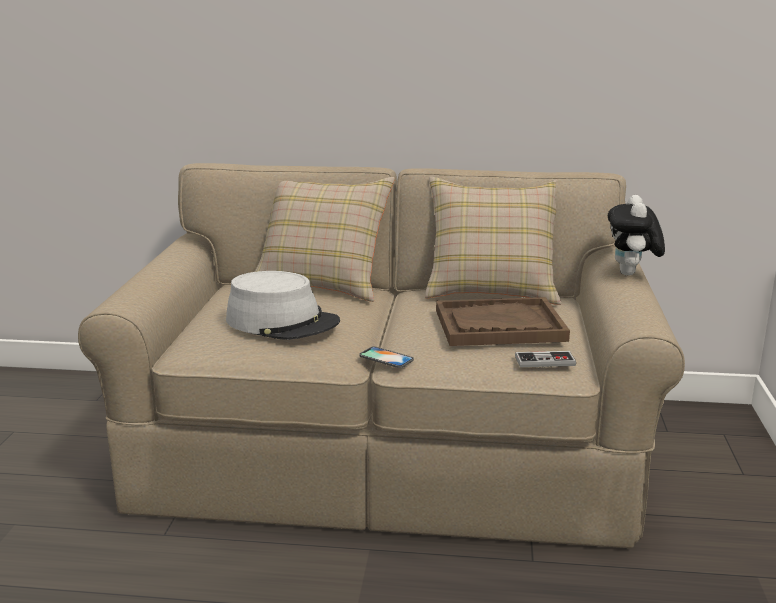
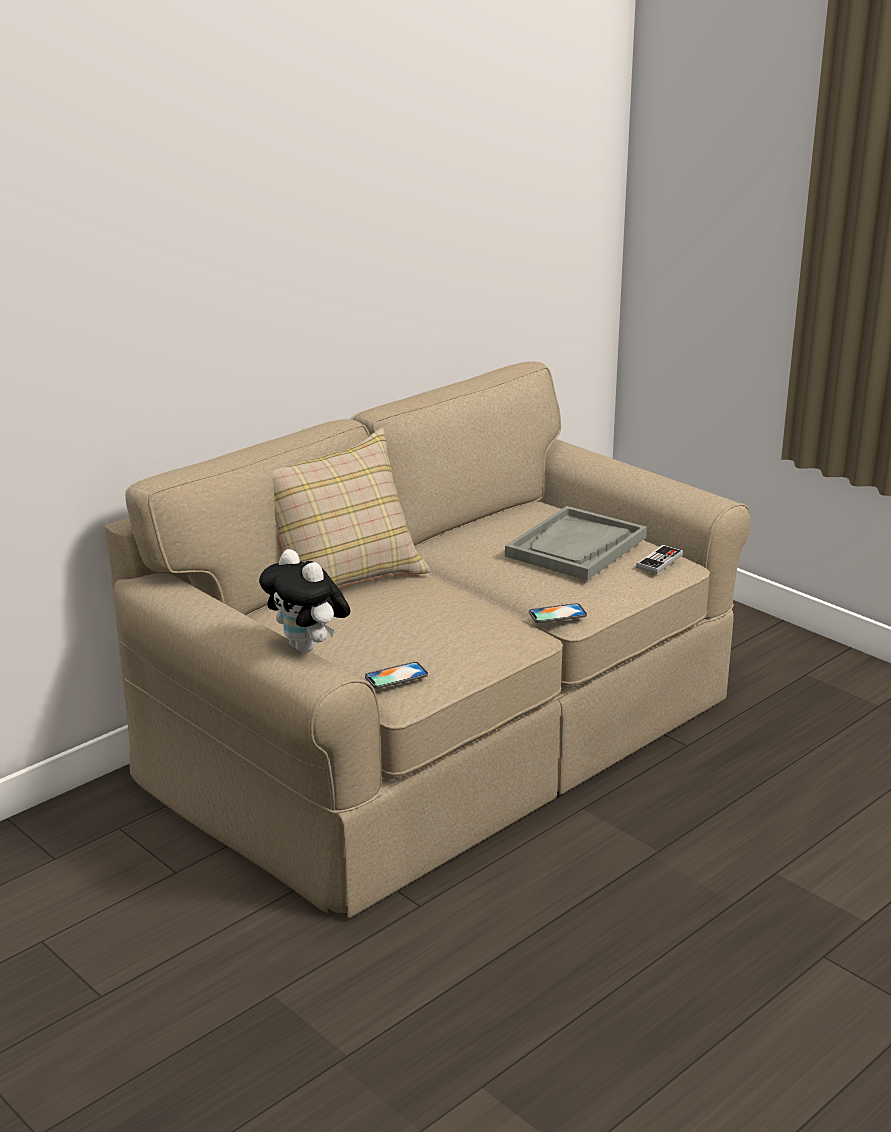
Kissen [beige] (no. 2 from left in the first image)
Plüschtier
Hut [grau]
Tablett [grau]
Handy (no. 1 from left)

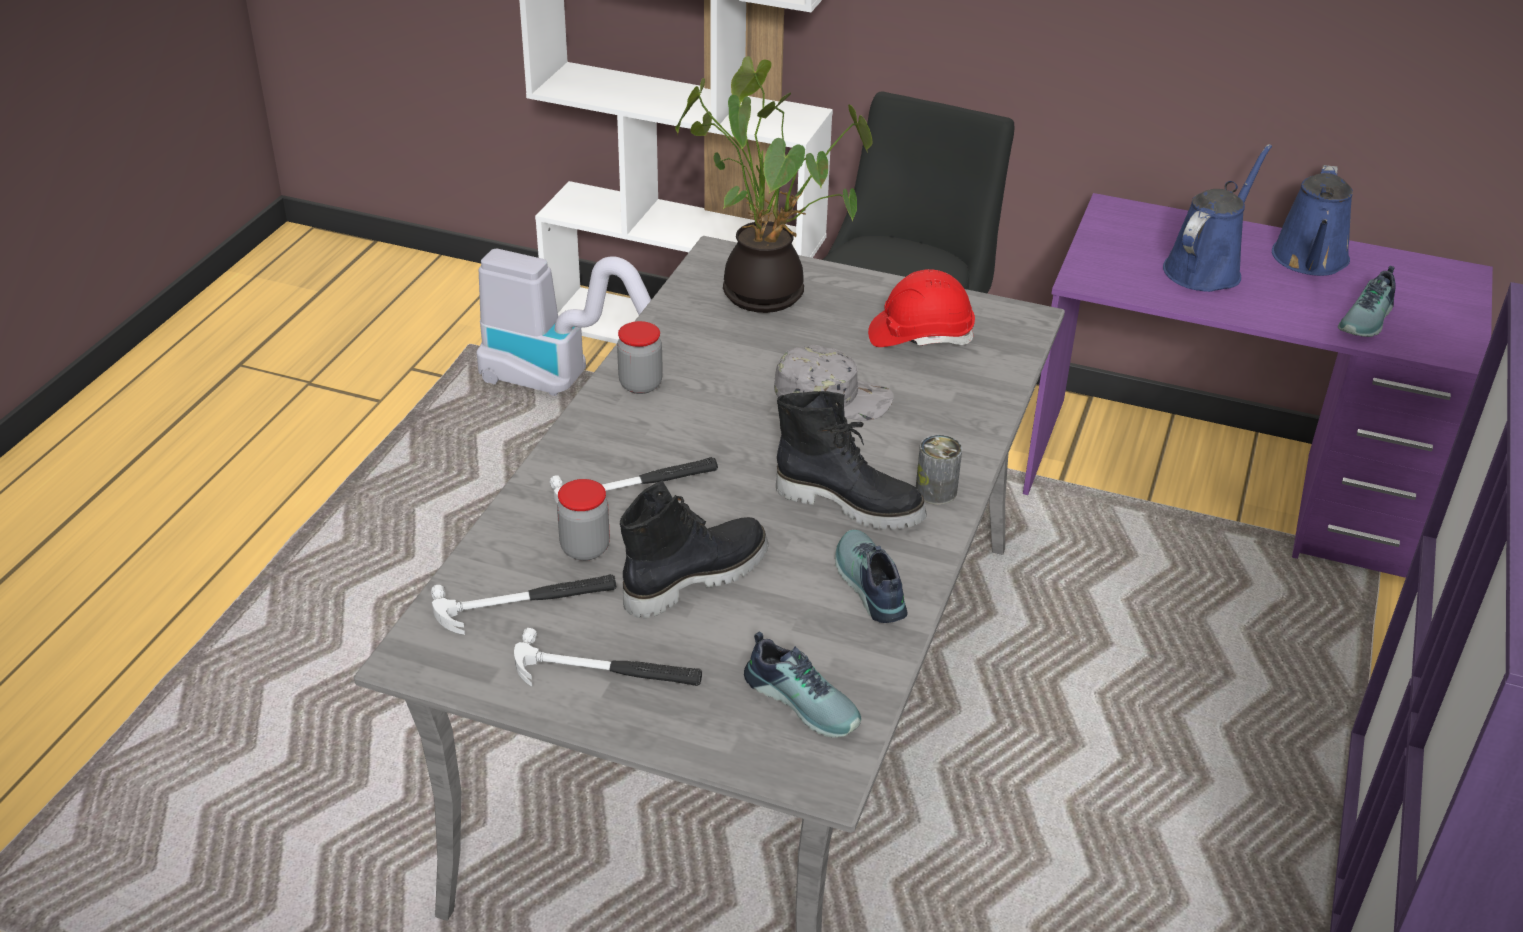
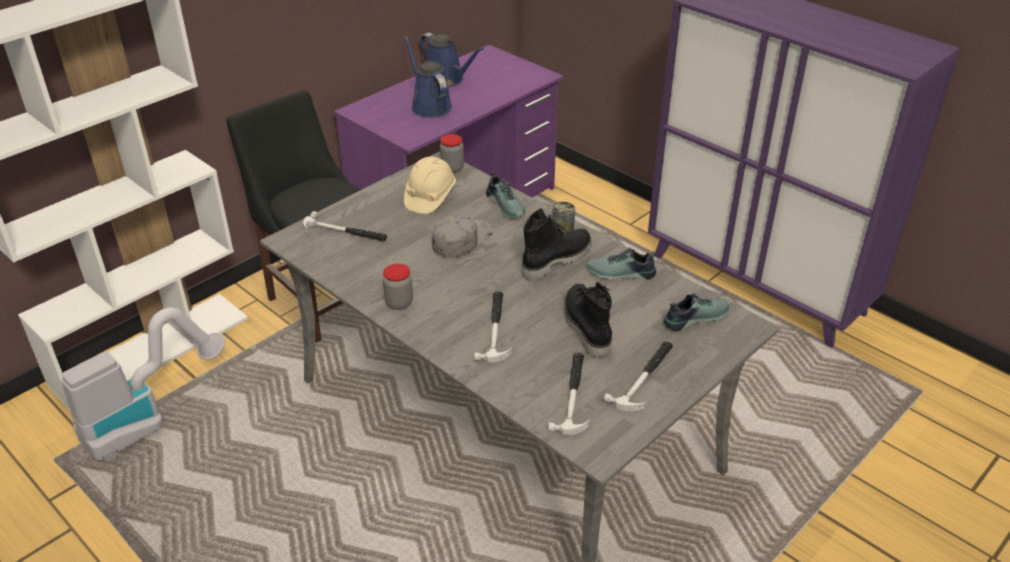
Hammer (no. 1 from left)
Schuh (no. 1 from left)
Schutzhelm [beige]
Vorratsglas (no. 2 from left)

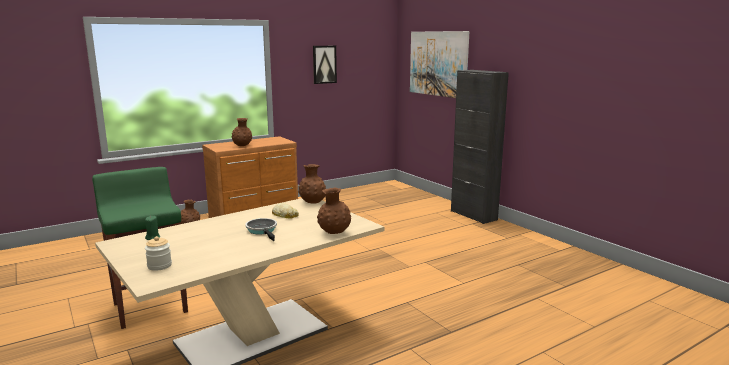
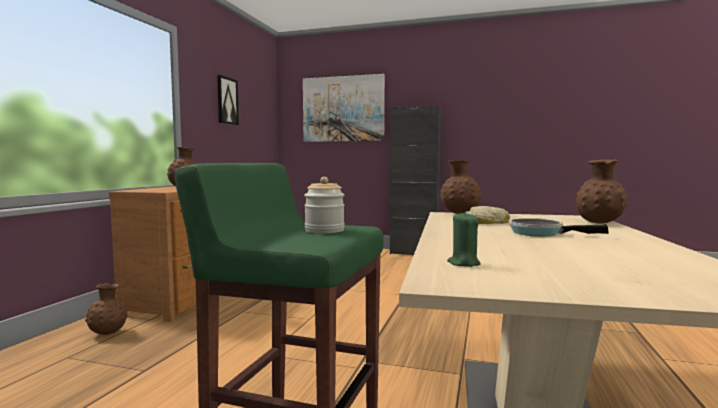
Vorratsglas

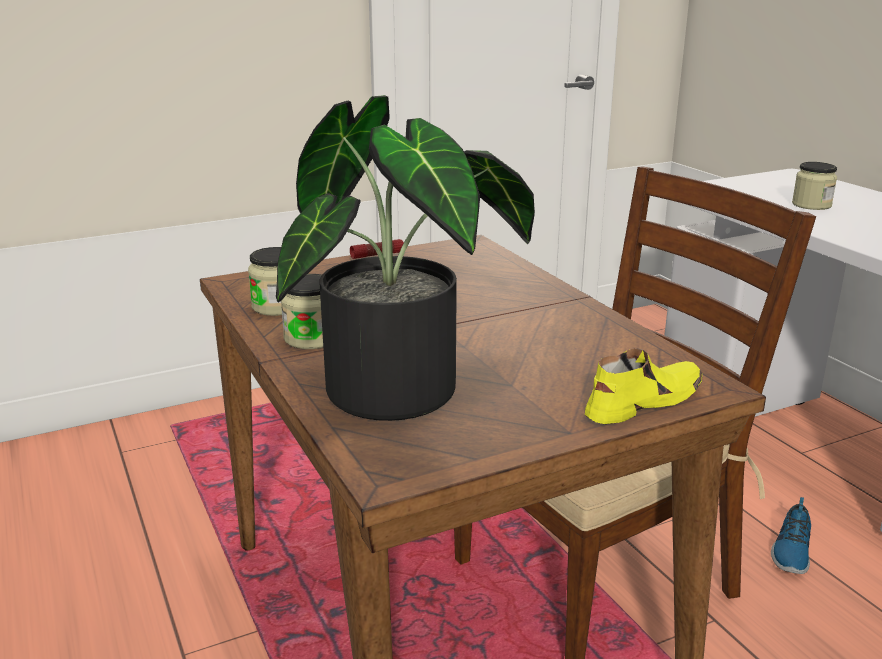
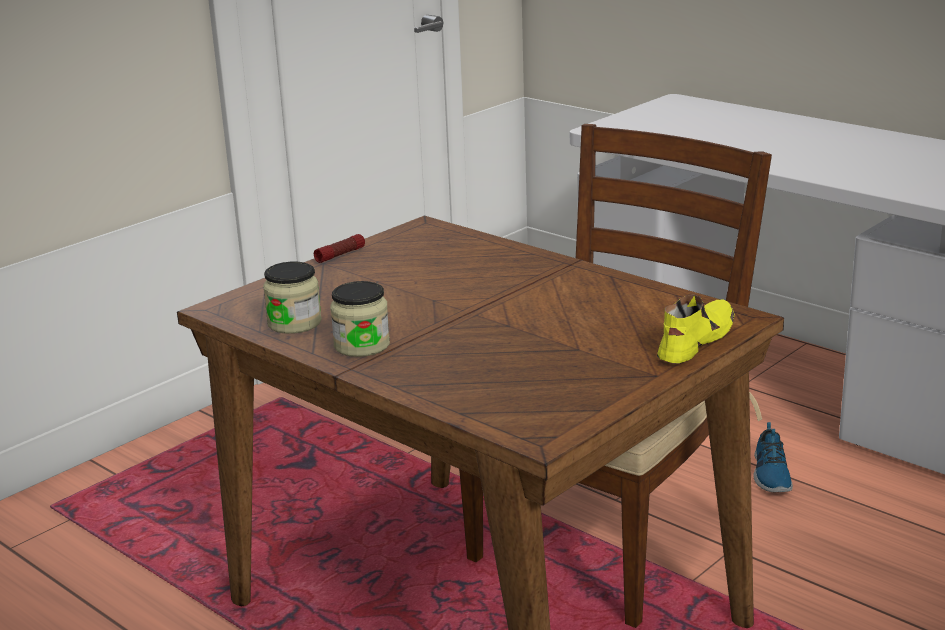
Topfpflanze
Vorratsglas (no. 3 from left in the first image)

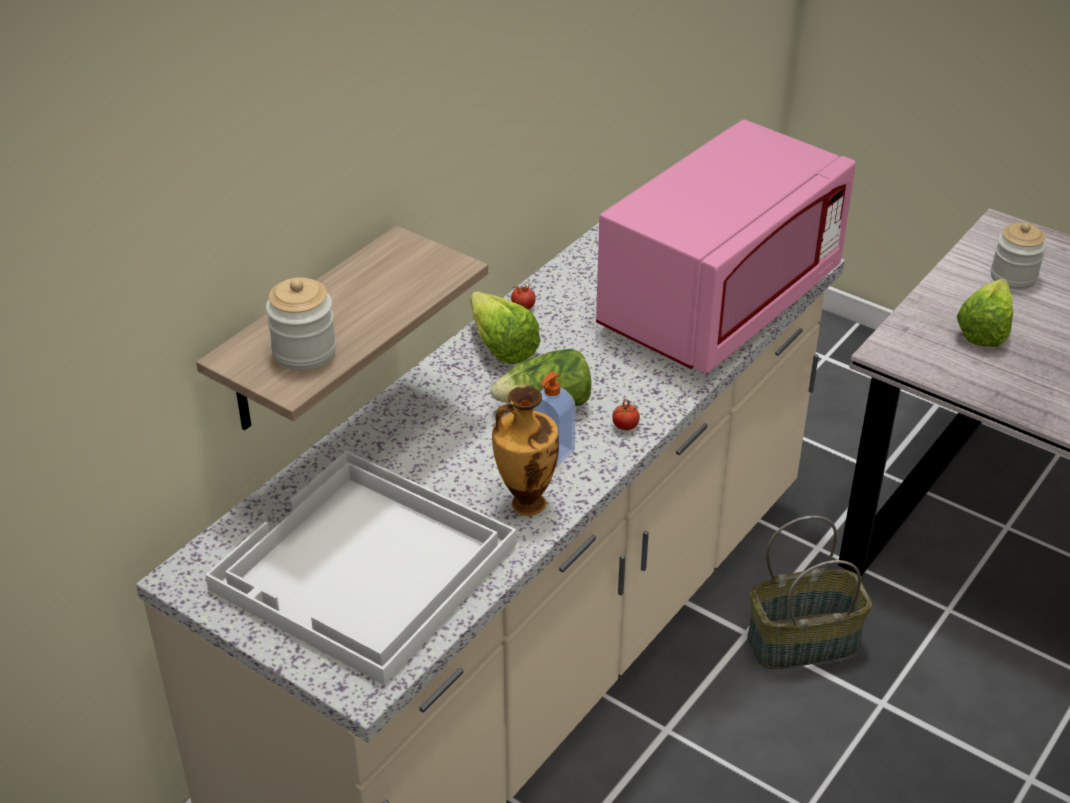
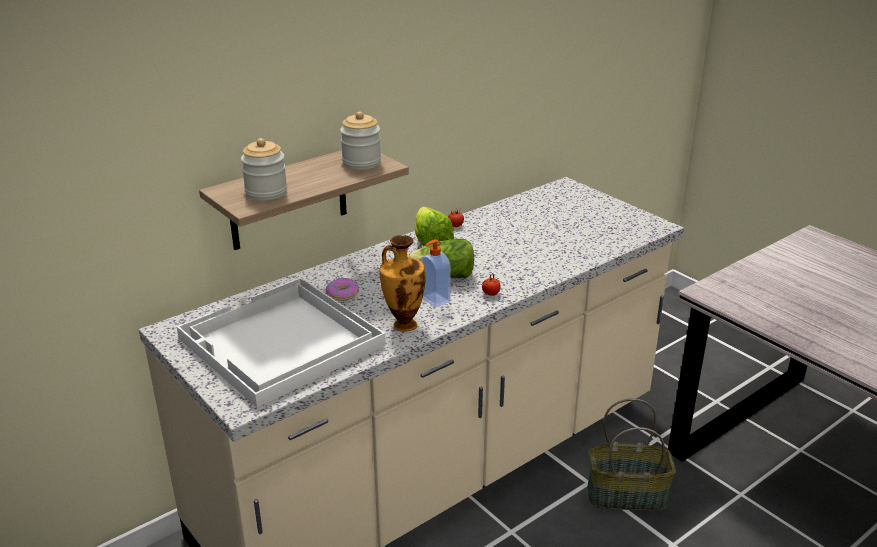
Mikrowelle [rosa]
Vorratsglas (no. 2 from left)
Salatkopf (no. 3 from left in the first image)
Donut

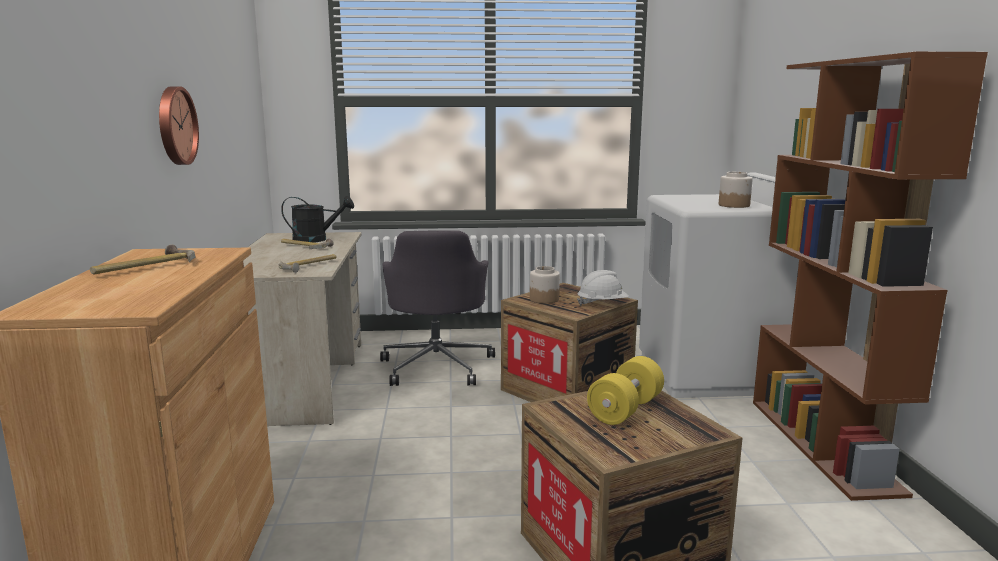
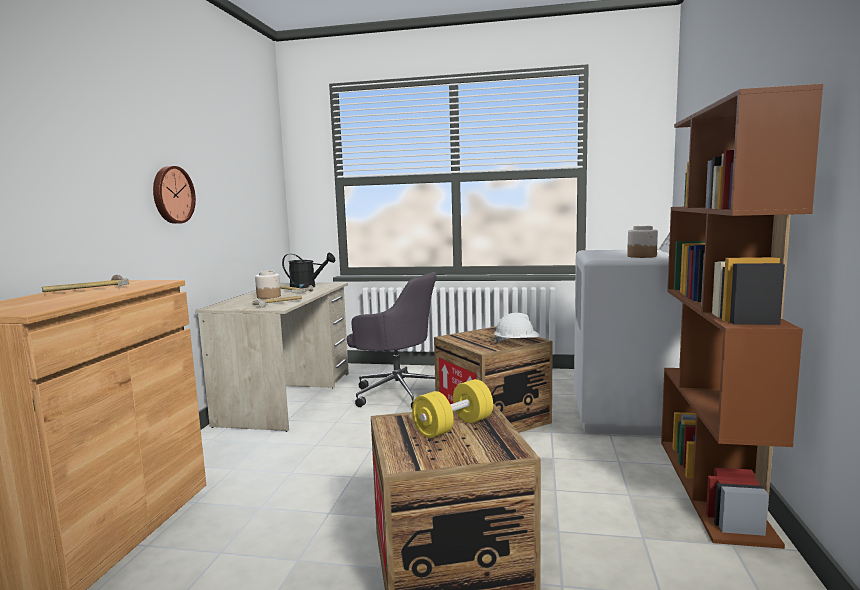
Bürostuhl [grau]
Vorratsglas (no. 1 from left)

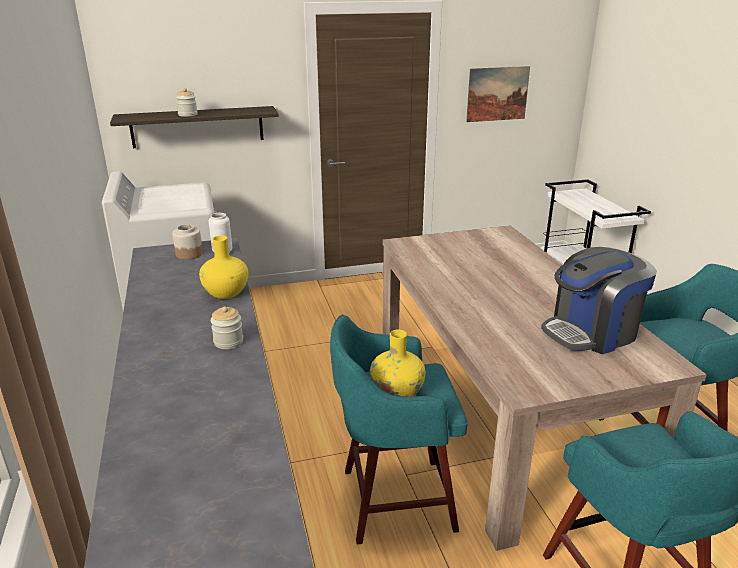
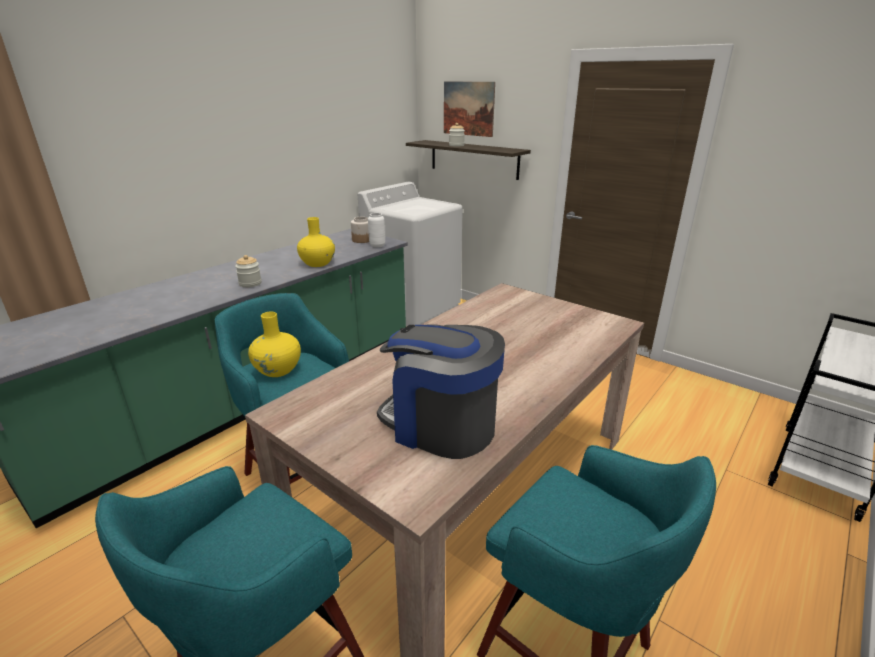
Bild

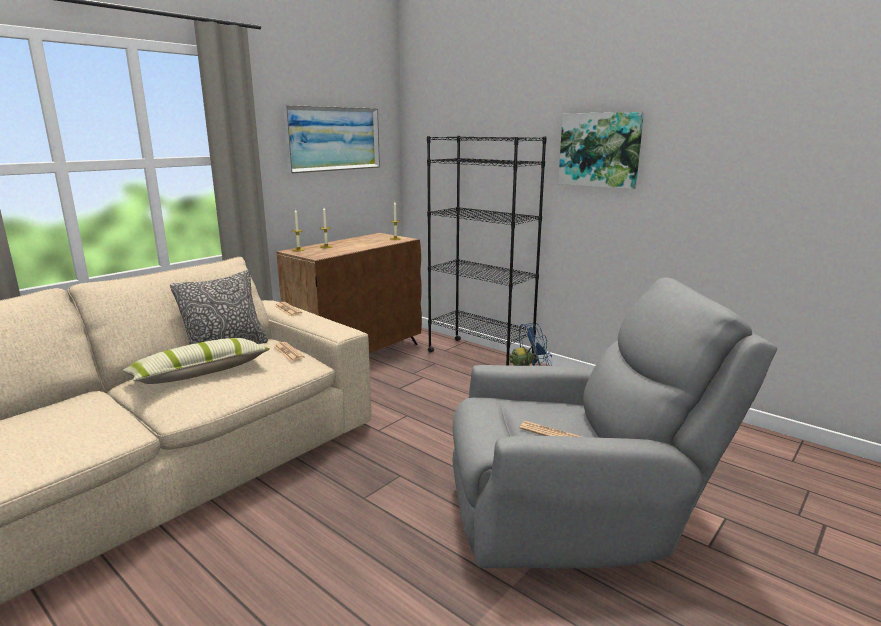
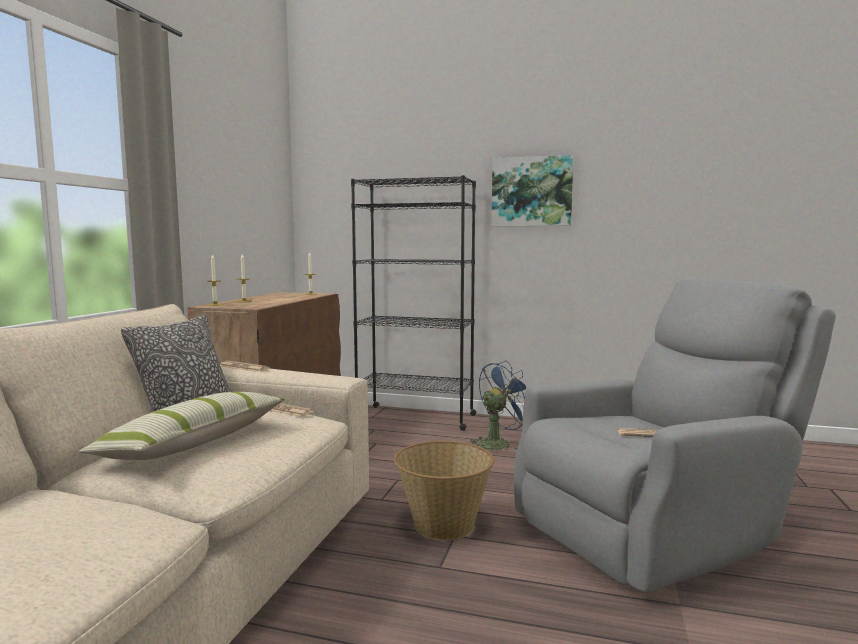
Bild (no. 1 from left in the first image)
Korb

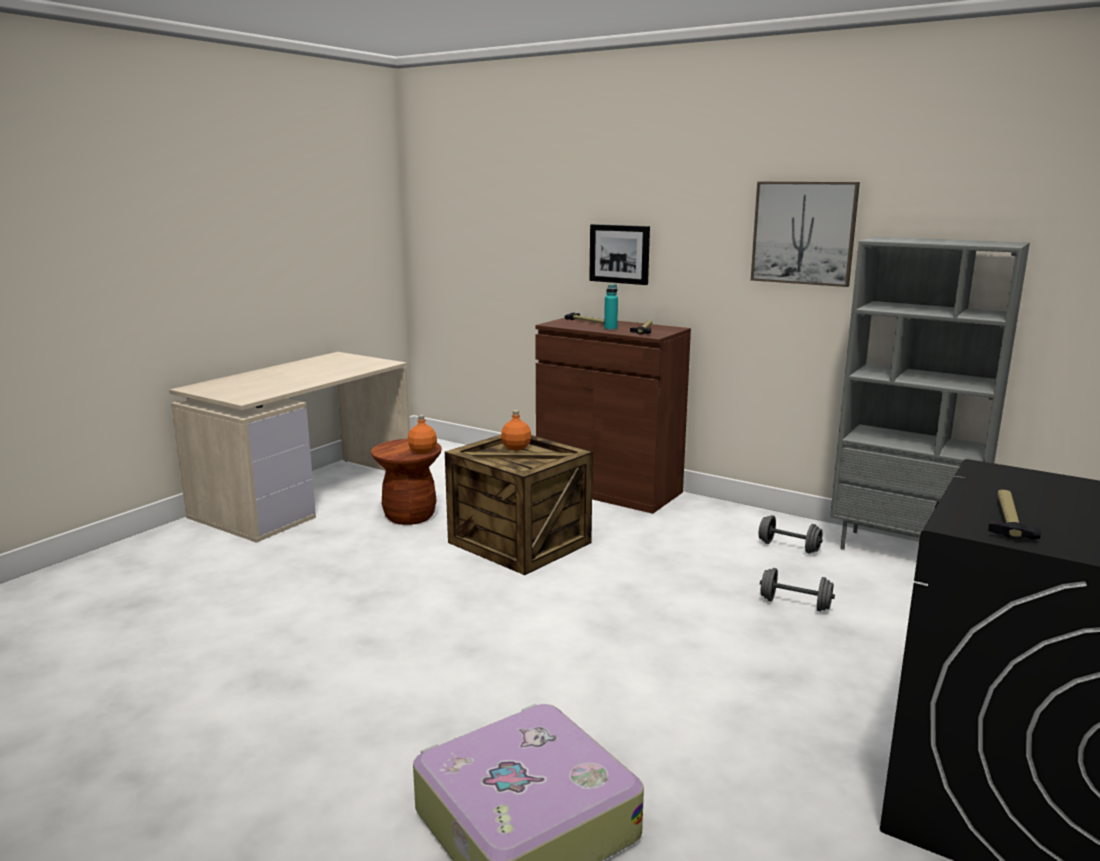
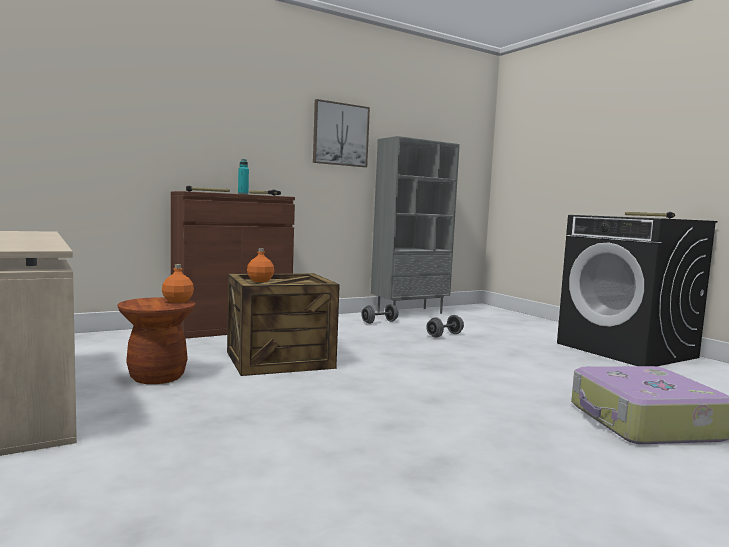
Bild (no. 1 from left in the first image)

